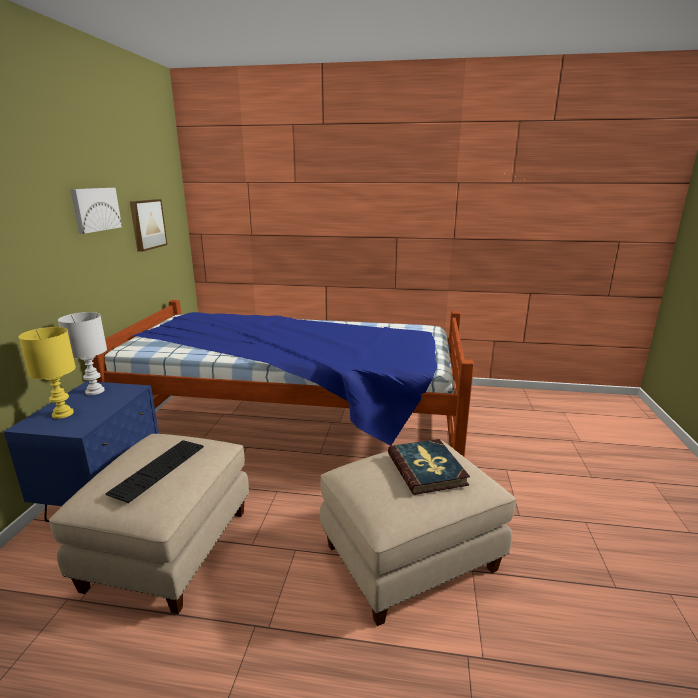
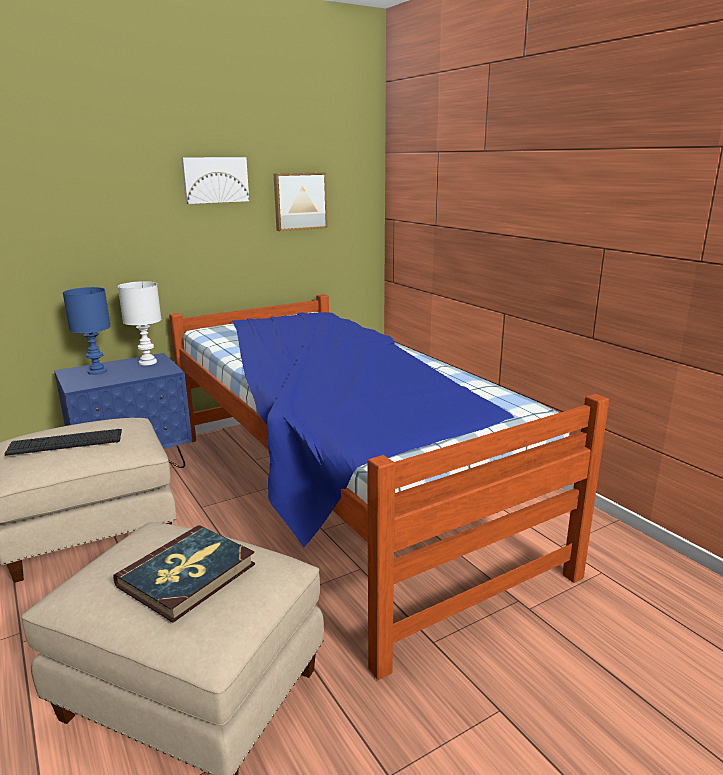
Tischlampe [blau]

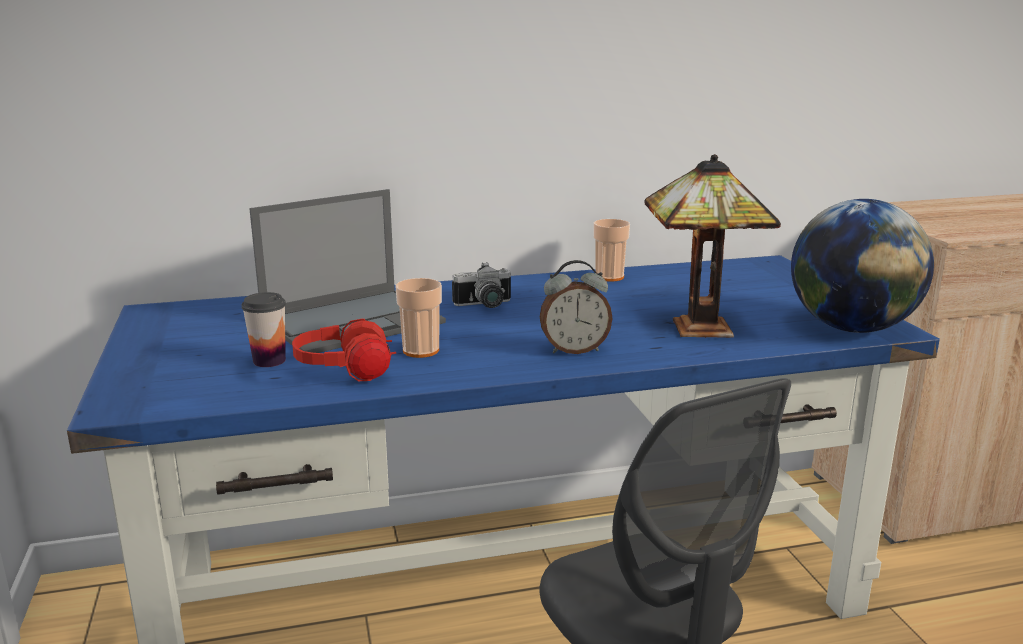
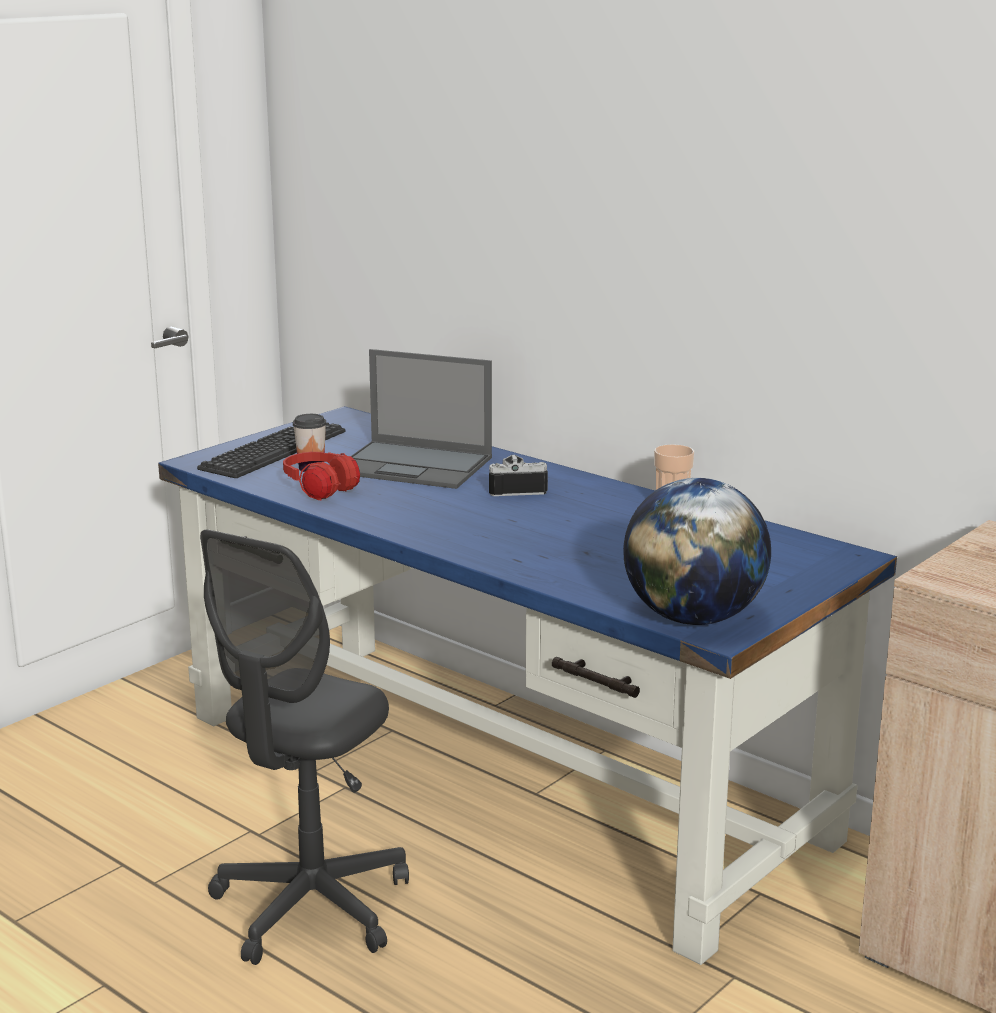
Tischlampe
Wecker
Kamera
Tasse (no. 2 from left in the first image)
Tastatur

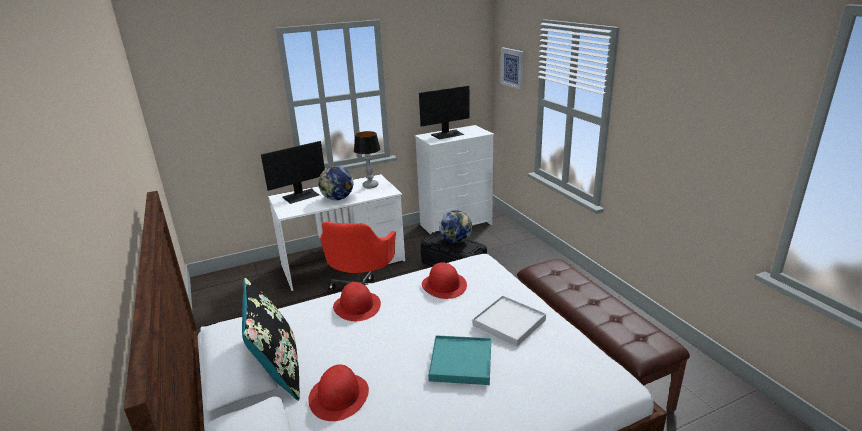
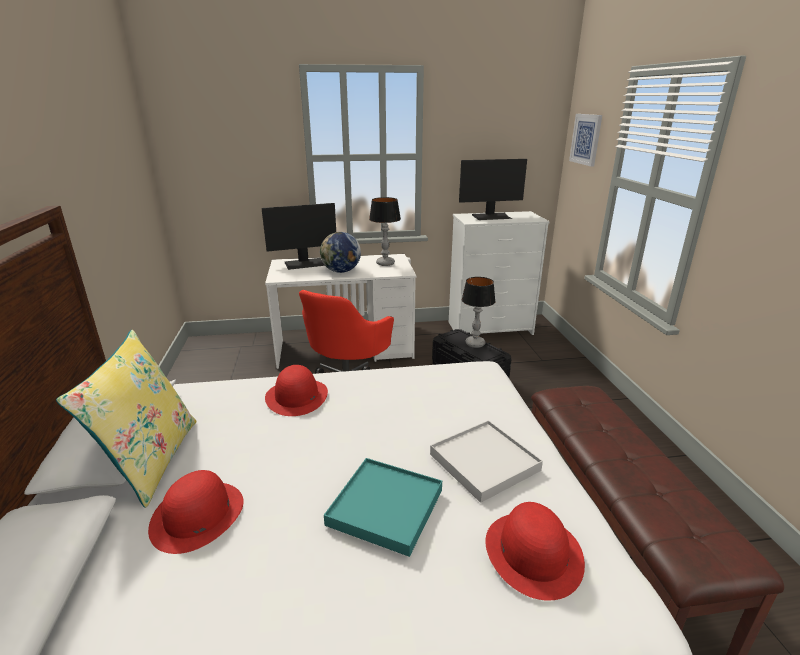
Tischlampe (no. 2 from left)
Hut [rot] (no. 3 from left)
Kissen [gelb]

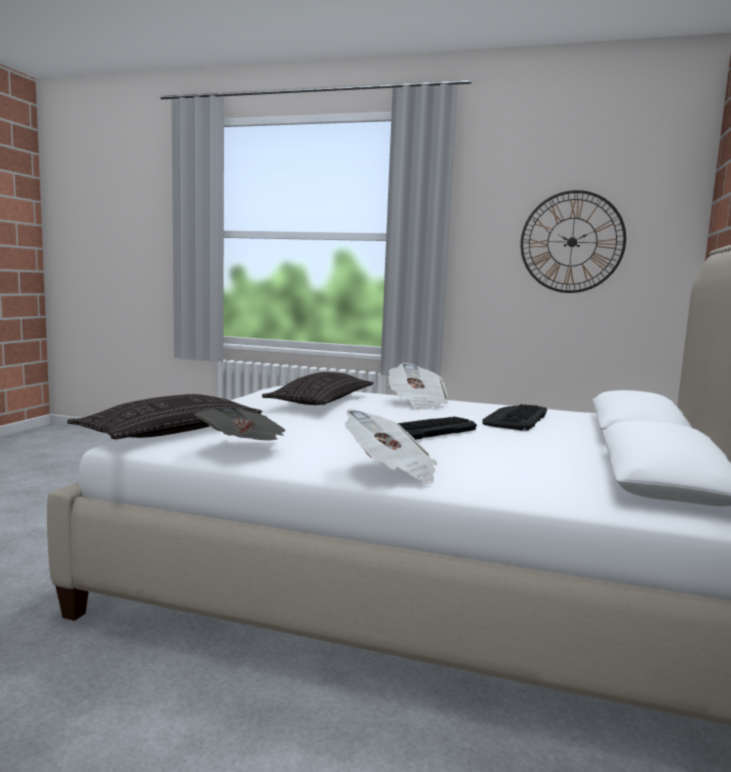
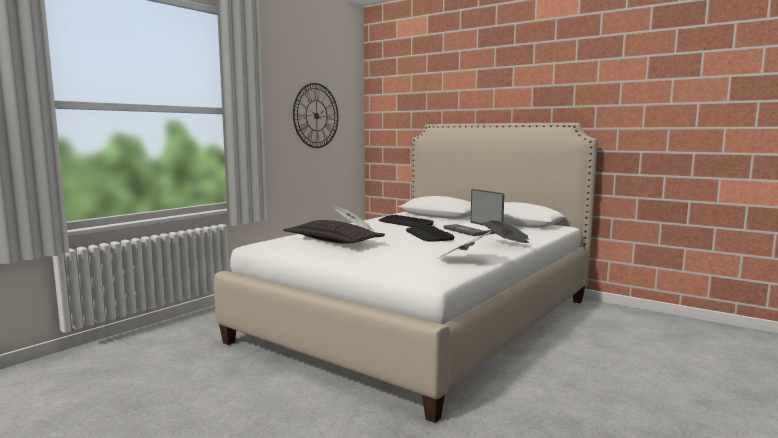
Kissen (no. 1 from left in the first image)
Laptop

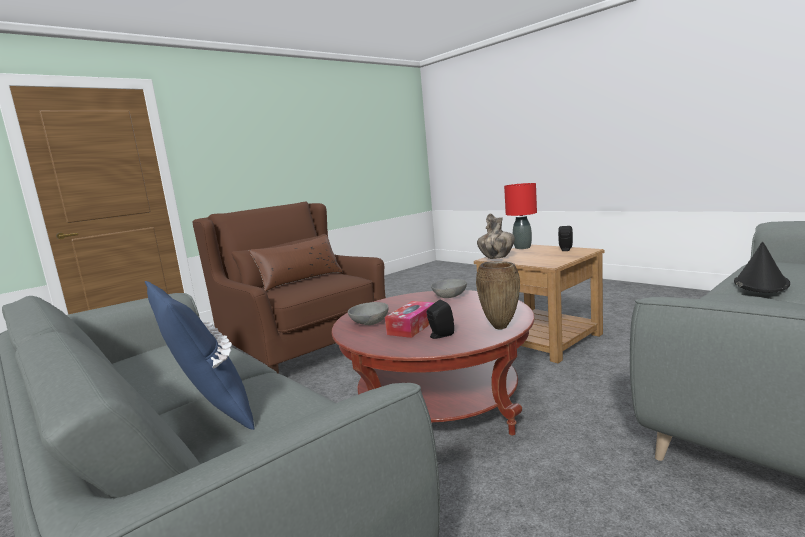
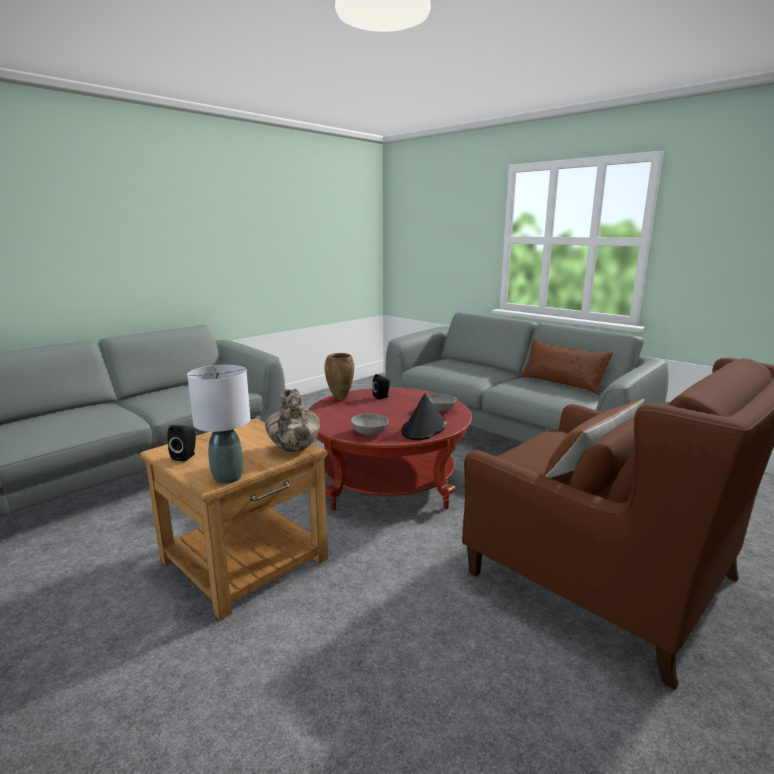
Tischlampe [grau]
Hut [schwarz]
Kissen [blau]
Taschentuchbox
Kissen [braun] (no. 1 from left)

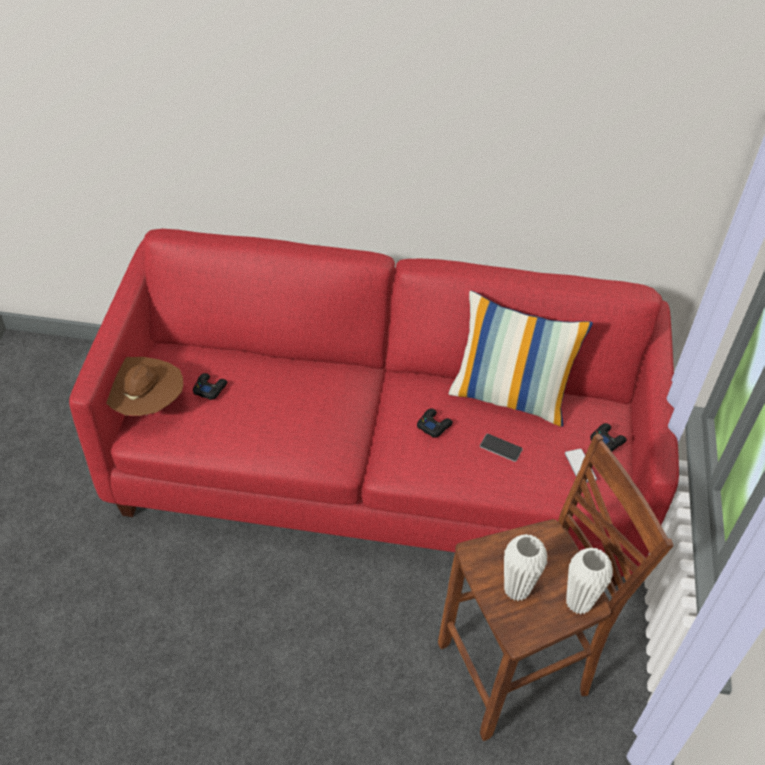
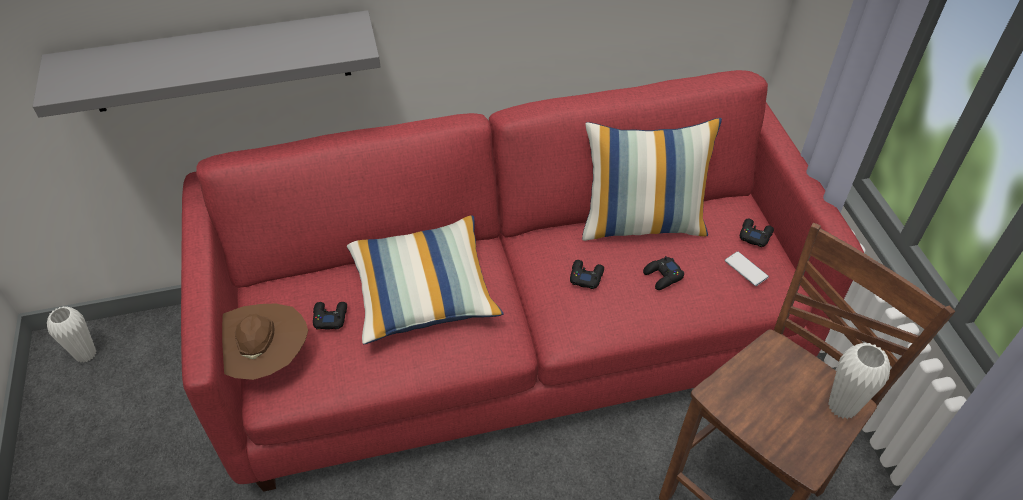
Gamepad [schwarz] (no. 3 from left)
Vase [weiß] (no. 1 from left)
Wandregal [grau]
Kissen (no. 1 from left)

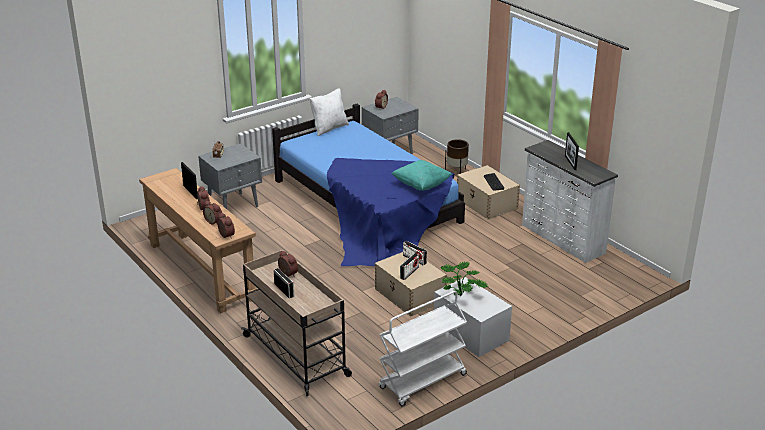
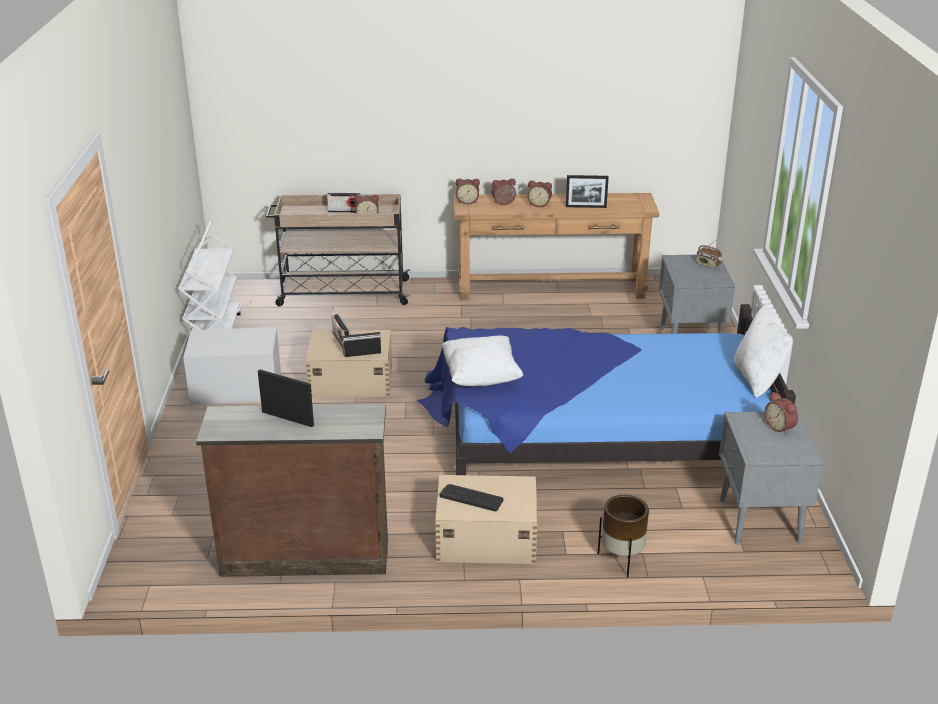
Kommode [braun]
Kissen [weiß] (no. 1 from left)
Topfpflanze

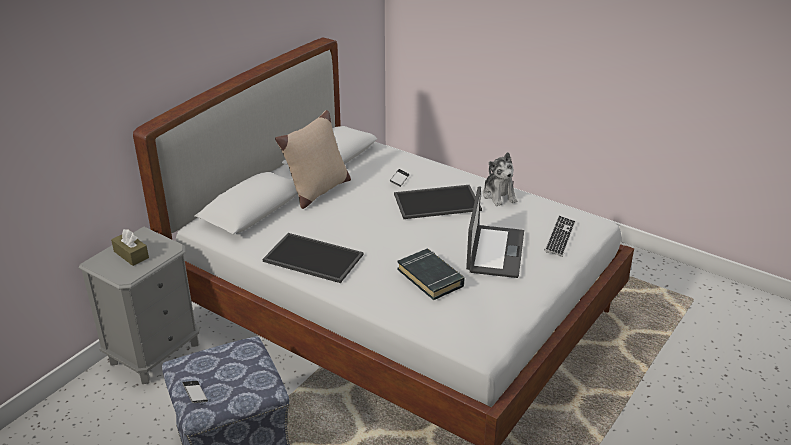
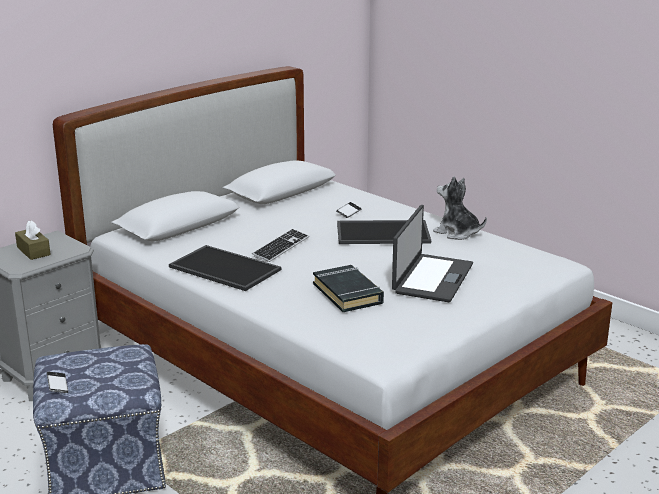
Kissen [beige]
Plüschtier
Tastatur

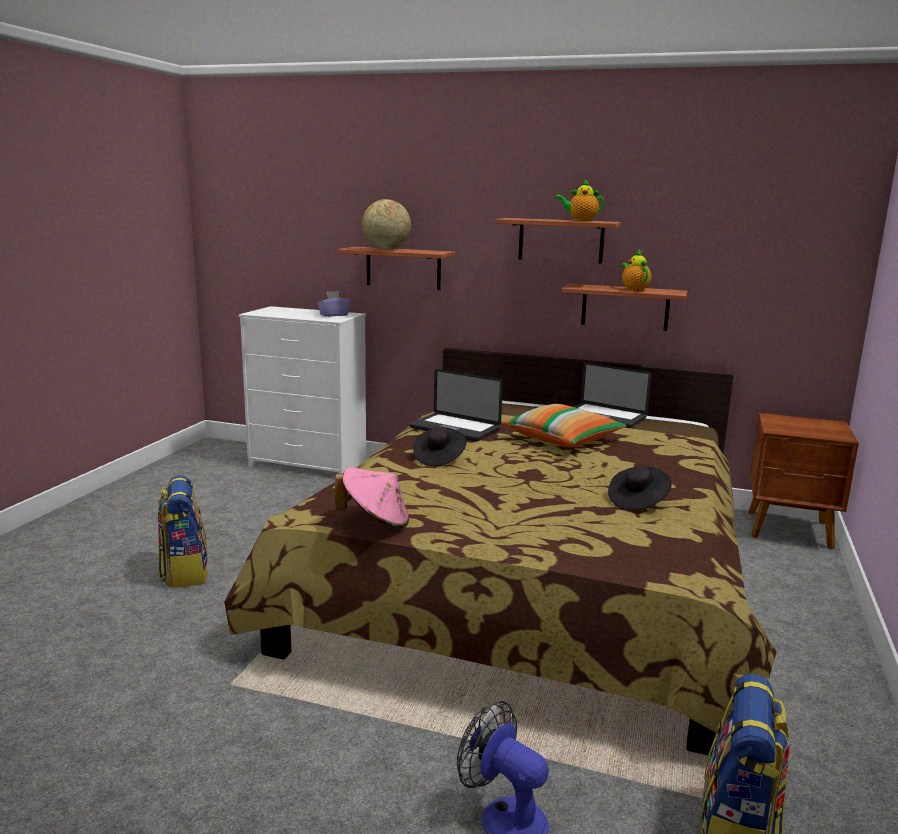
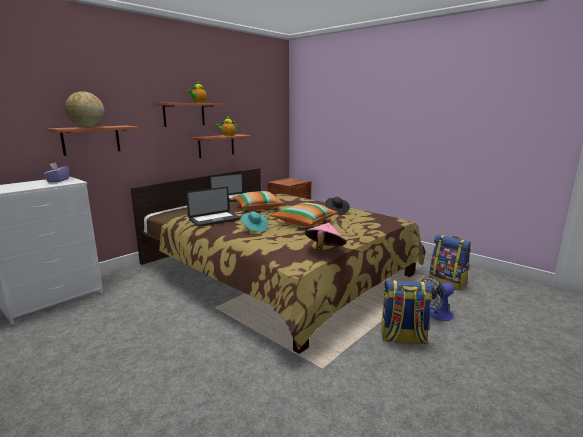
Hut [türkis]
Rucksack (no. 1 from left)
Kissen (no. 2 from left)

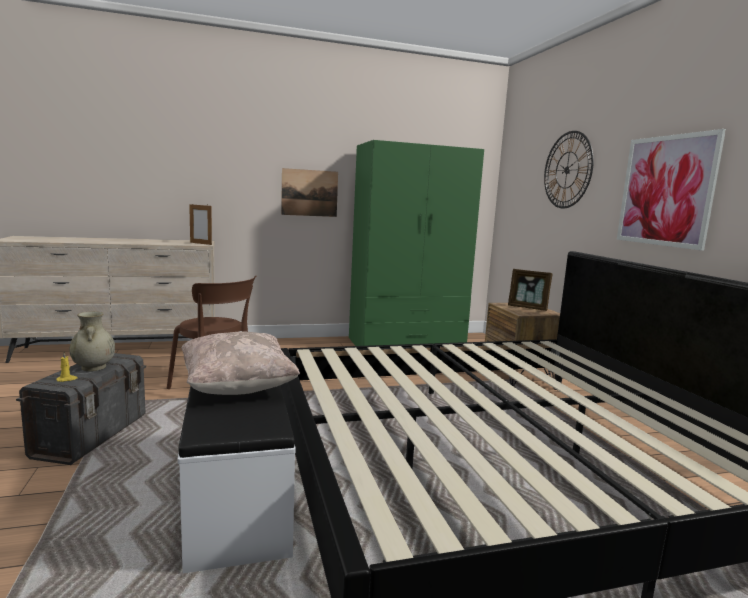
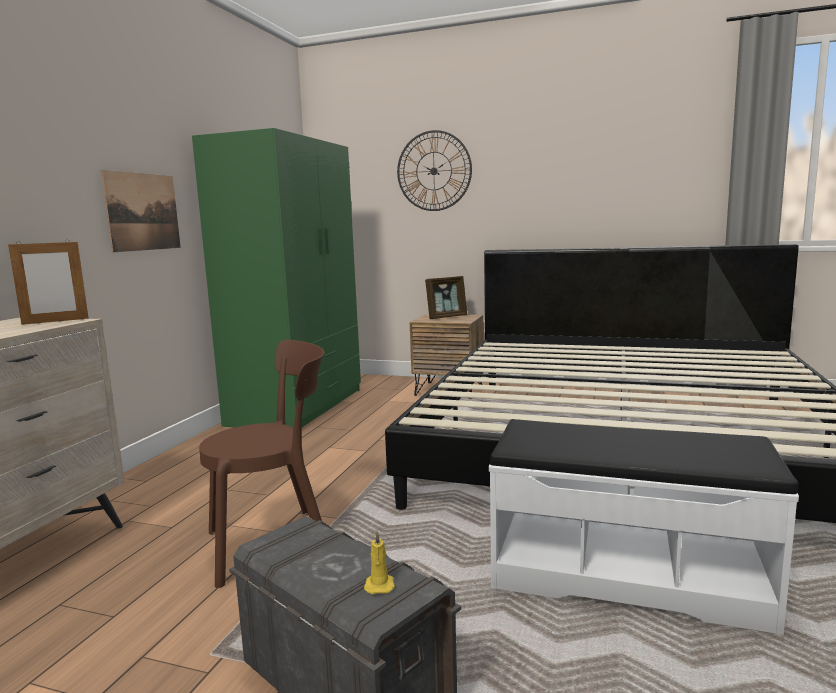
Bild (no. 2 from left in the first image)
Vase [beige]
Kissen [beige]

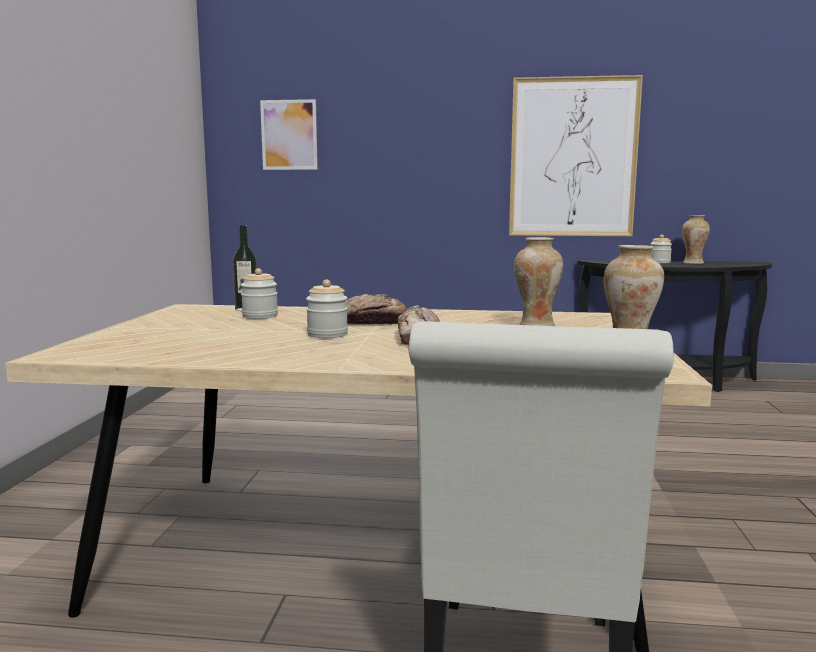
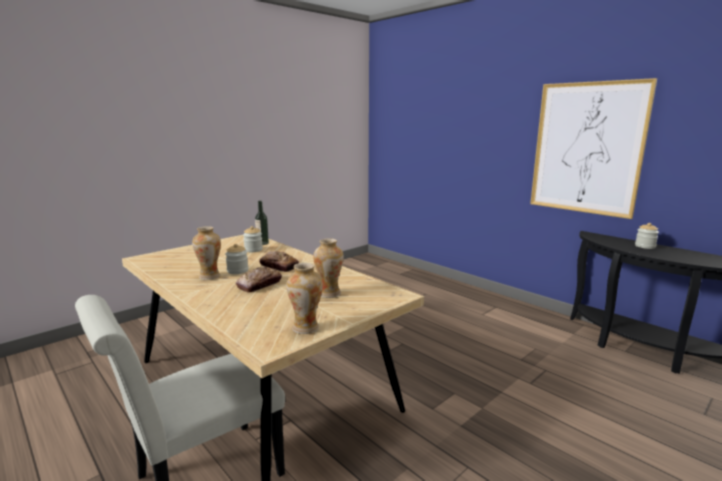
Bild (no. 1 from left in the first image)
Vase (no. 1 from left)

